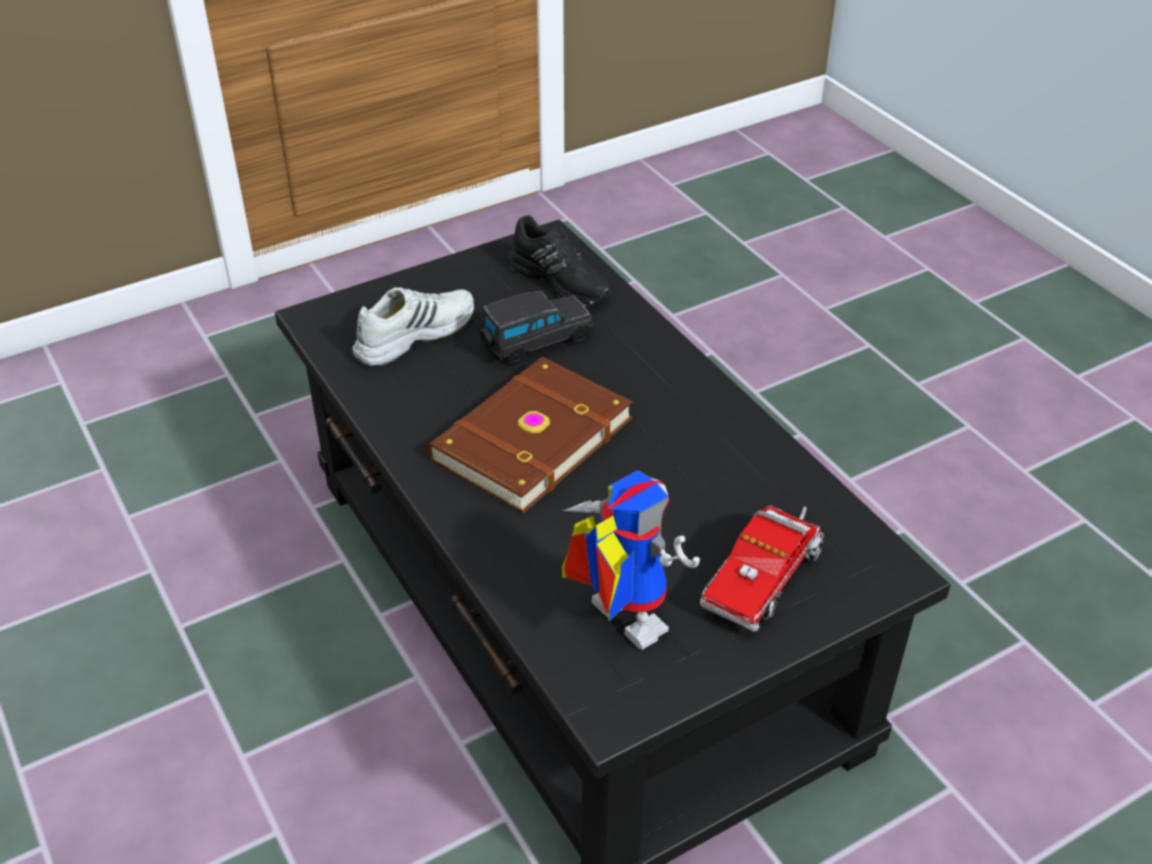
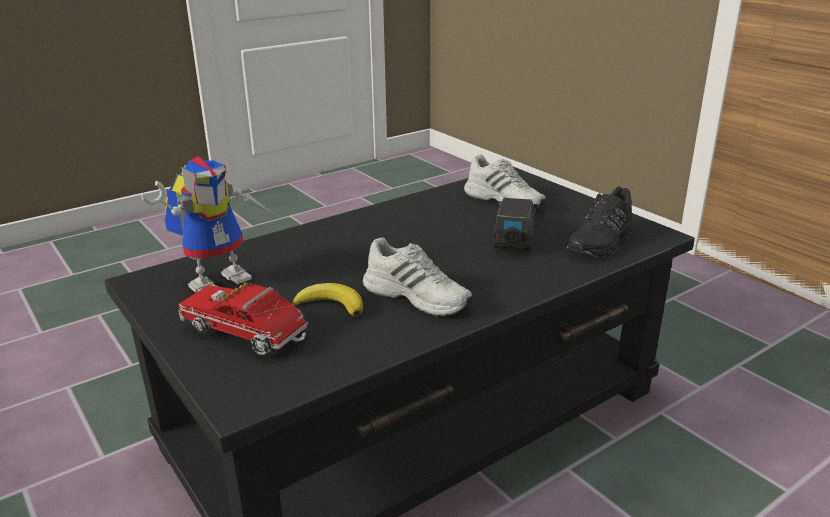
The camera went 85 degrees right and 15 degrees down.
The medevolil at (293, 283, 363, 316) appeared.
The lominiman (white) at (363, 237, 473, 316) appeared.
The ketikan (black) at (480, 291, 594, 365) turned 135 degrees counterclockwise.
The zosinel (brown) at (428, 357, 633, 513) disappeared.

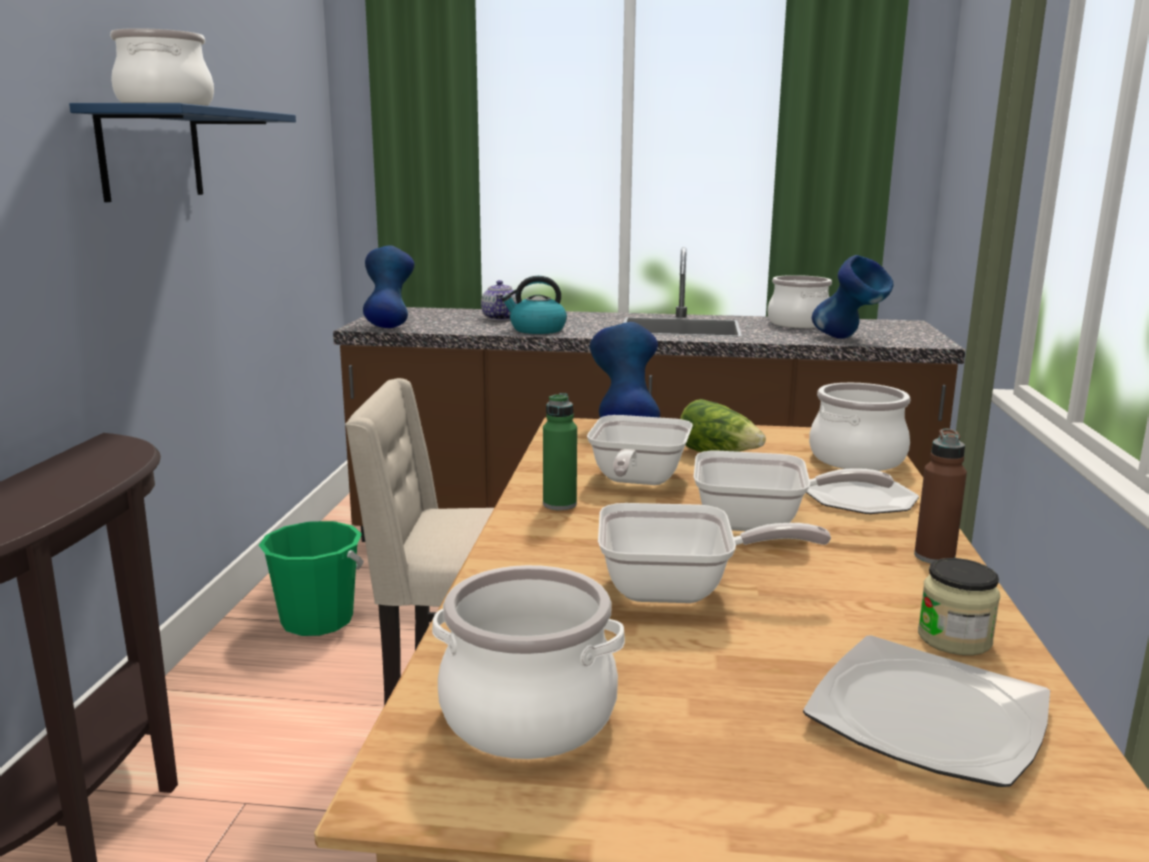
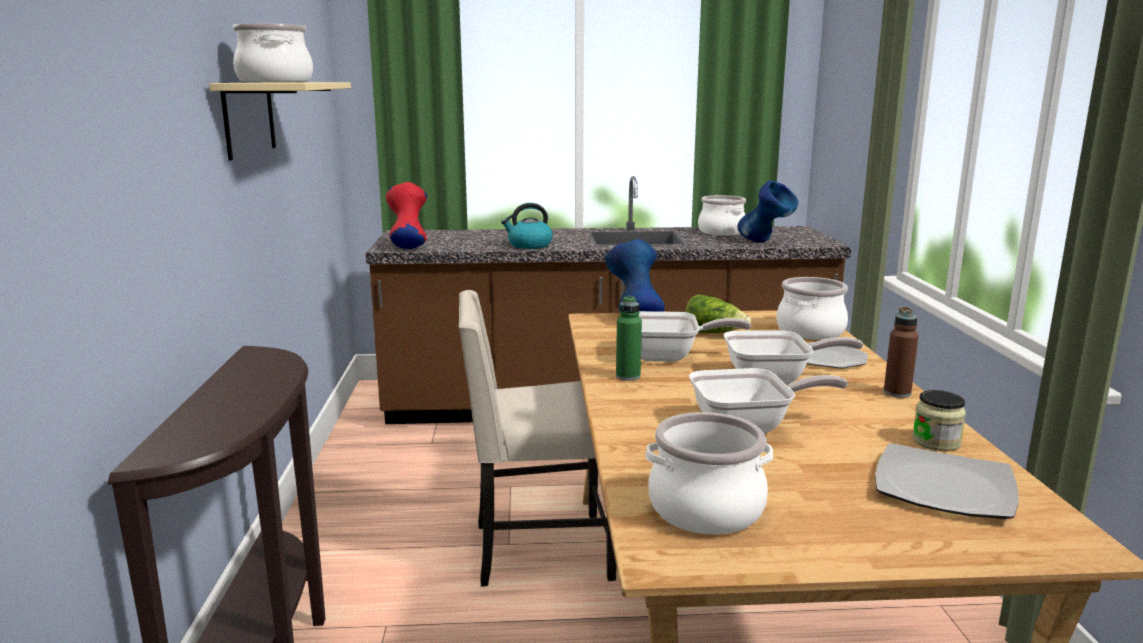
The camera went 10 degrees left and 0 degrees up.
The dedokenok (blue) at (69, 103, 296, 202) became the dedokenok (beige) at (209, 82, 351, 160).
The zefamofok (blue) at (363, 245, 414, 328) became the zefamofok (red) at (386, 182, 427, 249).
The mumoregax at (587, 415, 693, 485) turned 90 degrees counterclockwise.
The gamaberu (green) at (259, 521, 364, 636) disappeared.
The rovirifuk at (481, 280, 517, 320) disappeared.

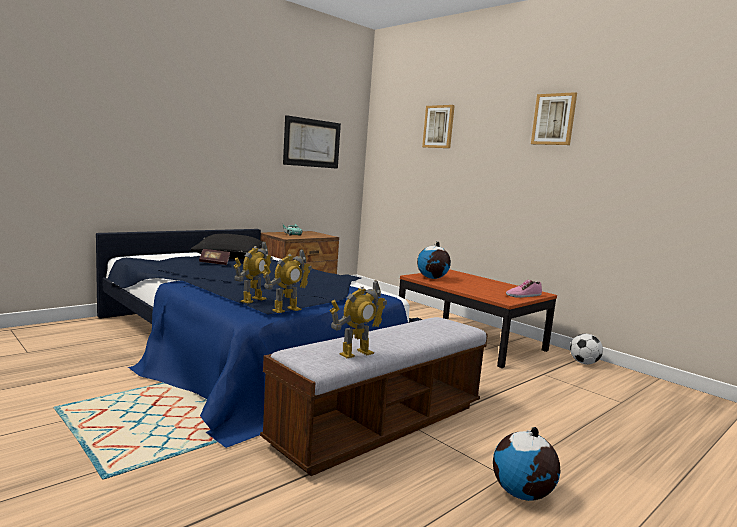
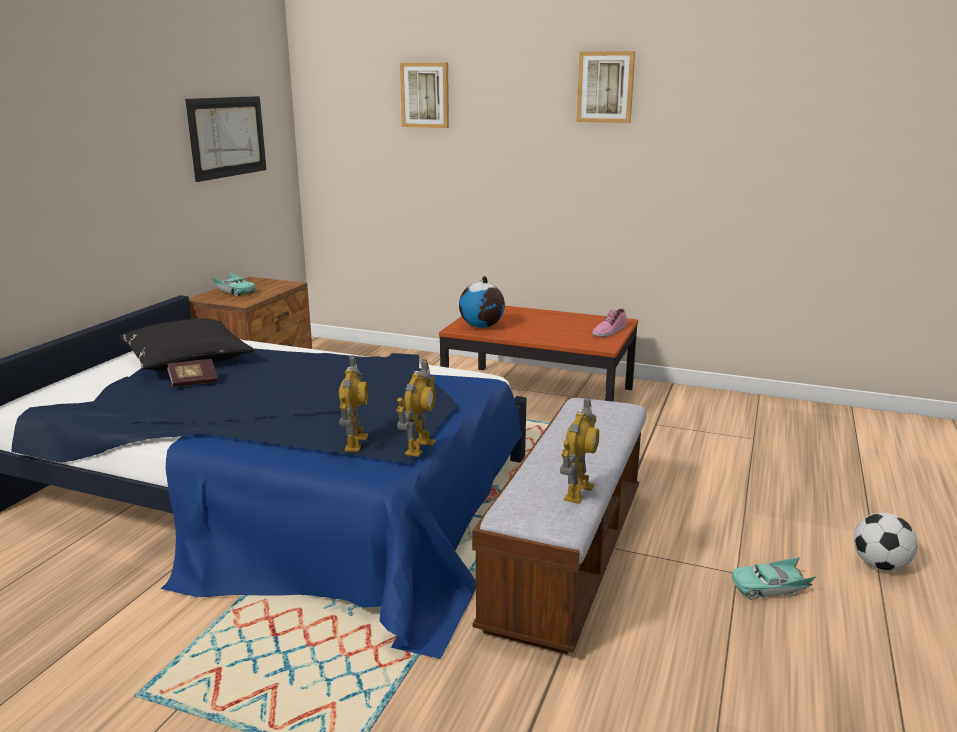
The camera went 25 degrees left and 10 degrees up.
The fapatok at (493, 427, 560, 501) was replaced by the ketikan (turquoise) at (731, 557, 817, 599).
The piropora moved from (570, 334, 603, 364) to (854, 513, 918, 571).

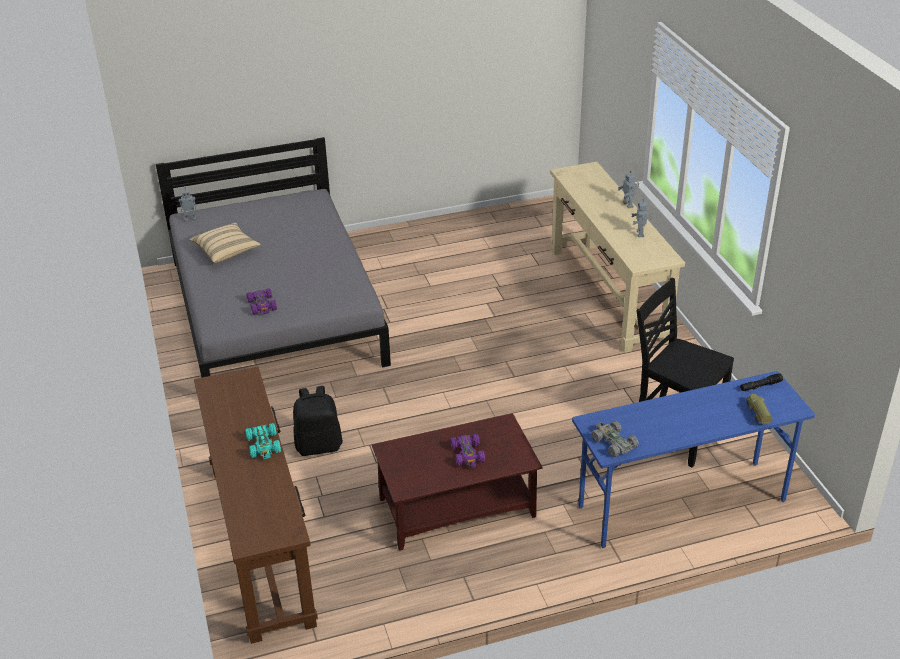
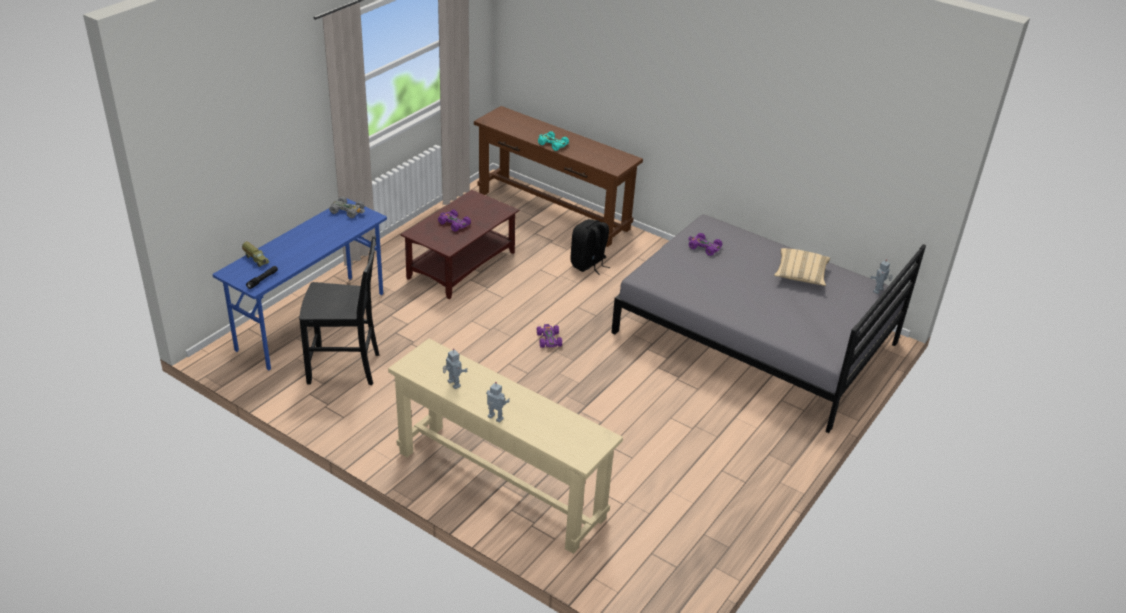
The camera went 140 degrees right and 0 degrees up.
The ketikan (purple) at (537, 324, 562, 348) appeared.

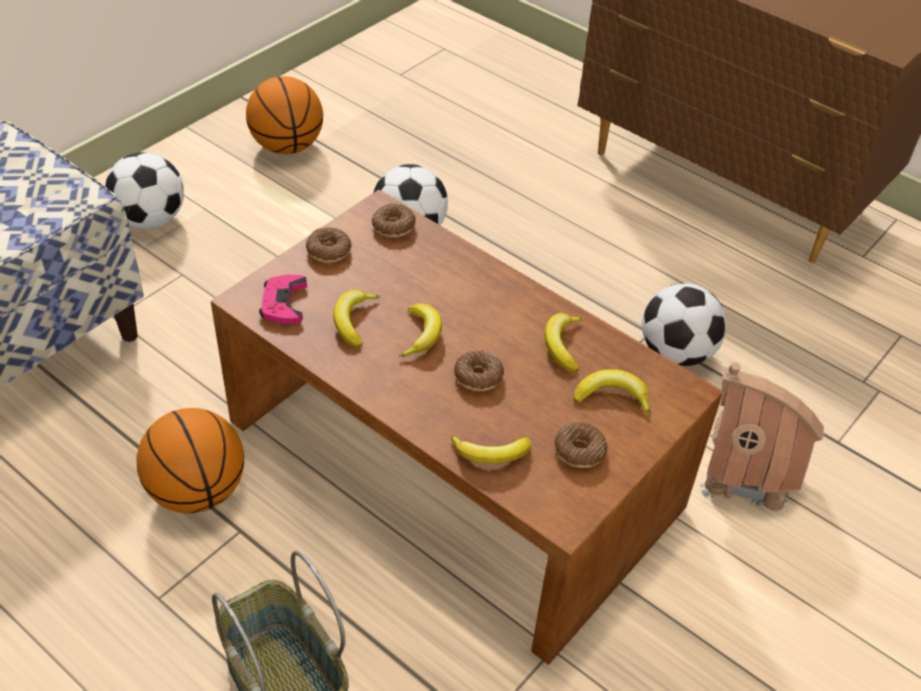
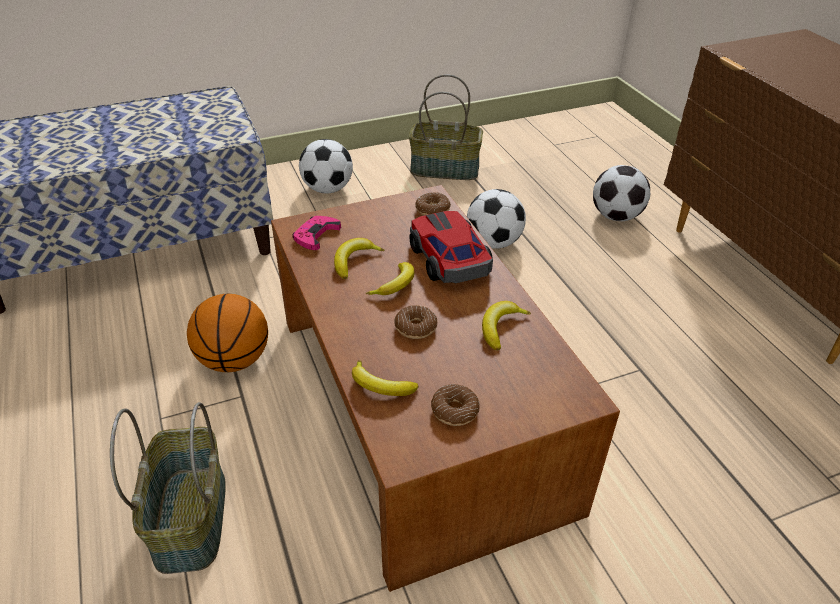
The camera went 30 degrees right and 5 degrees down.
The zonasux at (246, 76, 323, 154) was replaced by the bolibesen at (409, 74, 483, 180).
The ketikan at (410, 211, 493, 283) appeared.
The piropora moved from (642, 283, 727, 366) to (593, 165, 650, 221).
The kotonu at (306, 227, 352, 263) disappeared.
The medevolil at (574, 369, 650, 415) disappeared.
The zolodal at (700, 362, 824, 512) disappeared.

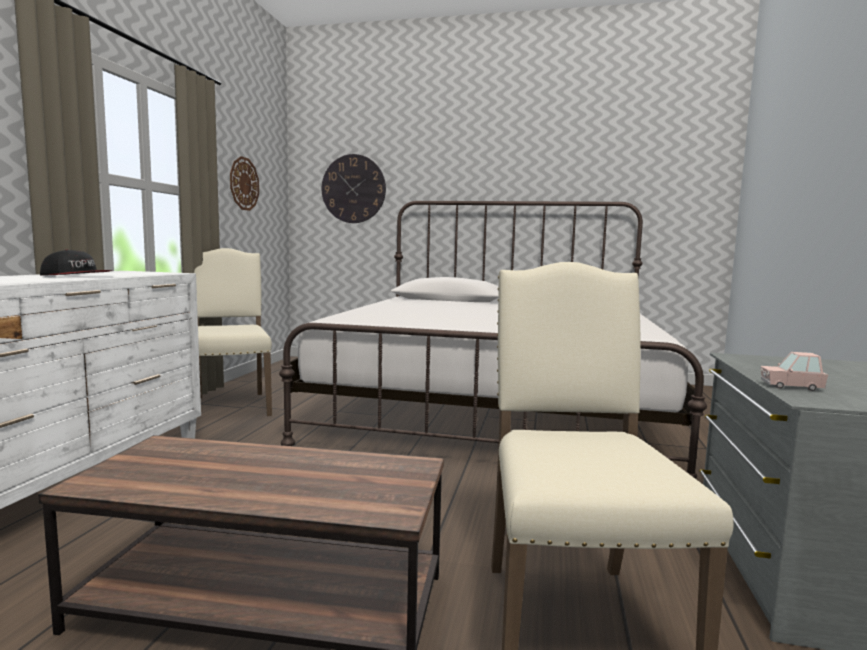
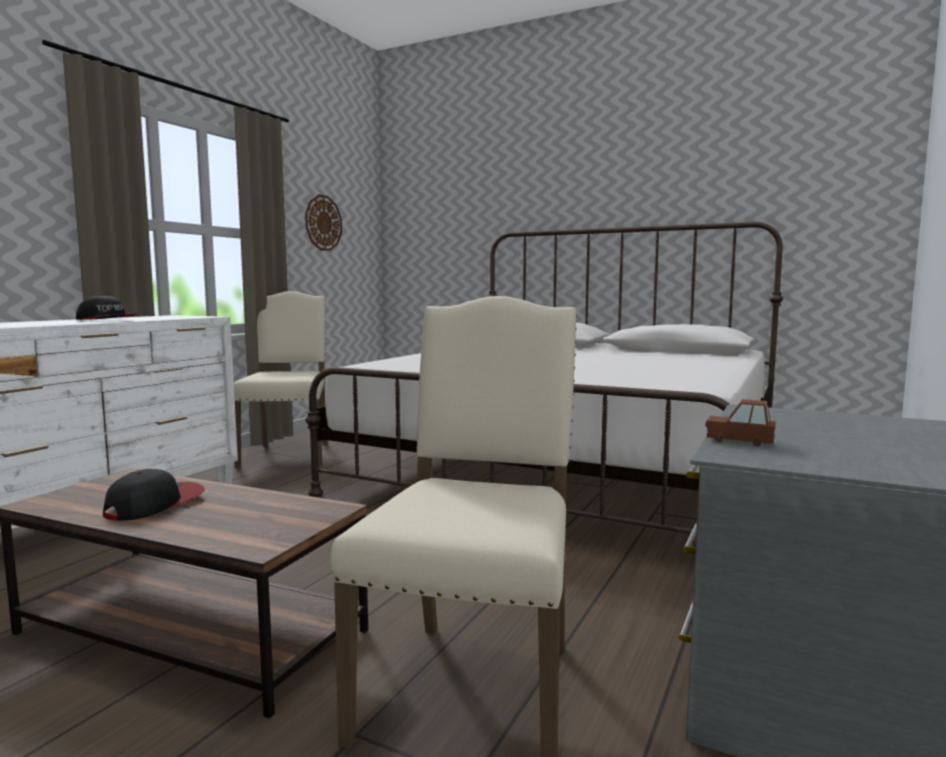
The camera went 15 degrees right and 0 degrees up.
The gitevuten at (103, 469, 205, 521) appeared.
The ketikan (pink) at (760, 352, 828, 391) became the ketikan (brown) at (705, 399, 776, 447).
The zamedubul at (322, 154, 386, 223) disappeared.

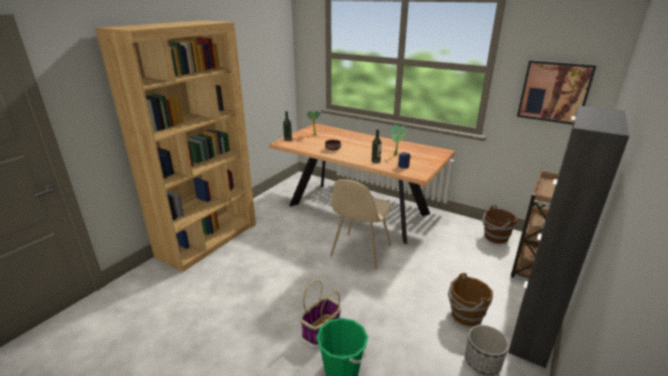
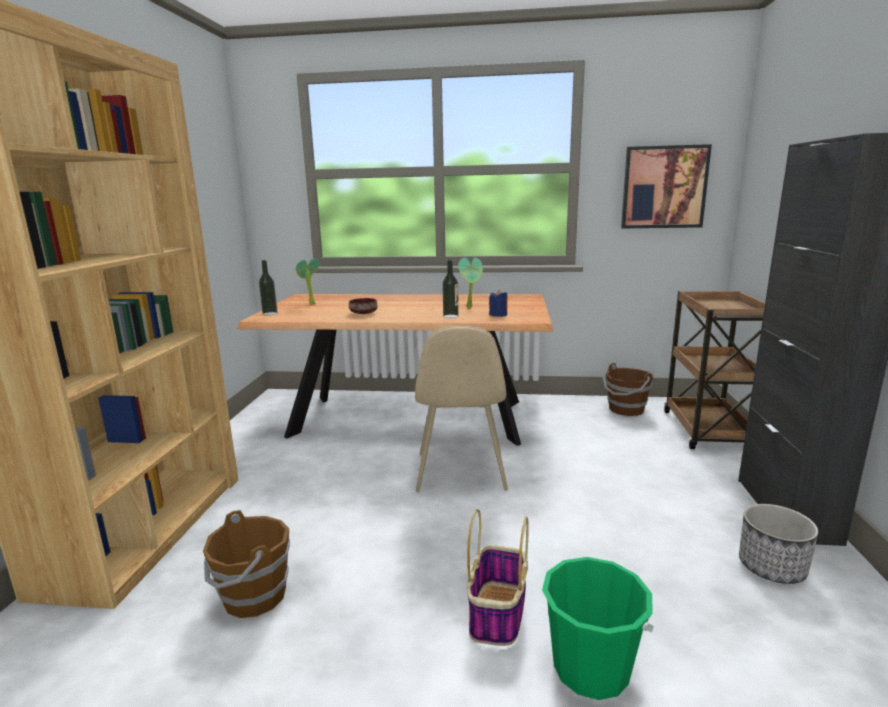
The camera went 25 degrees left and 10 degrees down.
The gamaberu (brown) moved from (448, 273, 493, 326) to (203, 510, 290, 618).

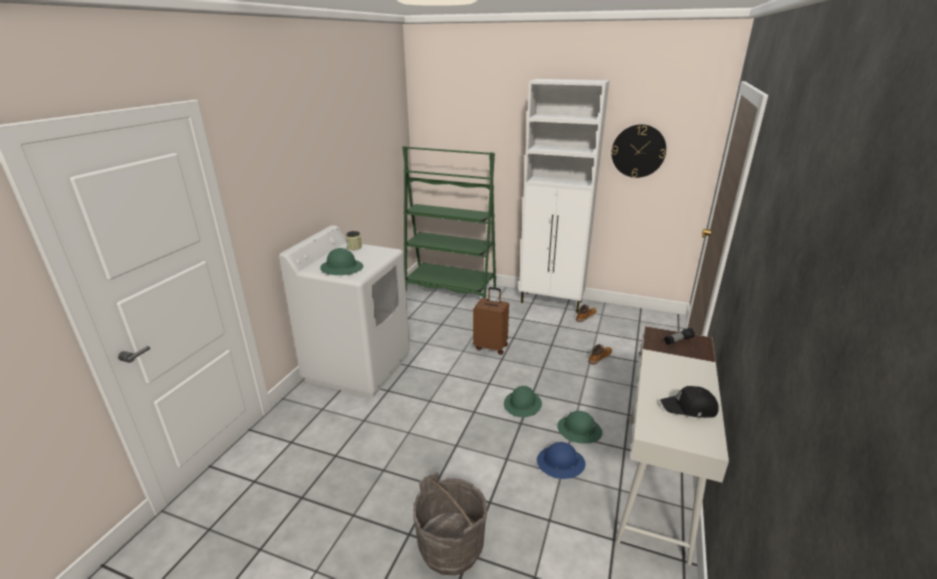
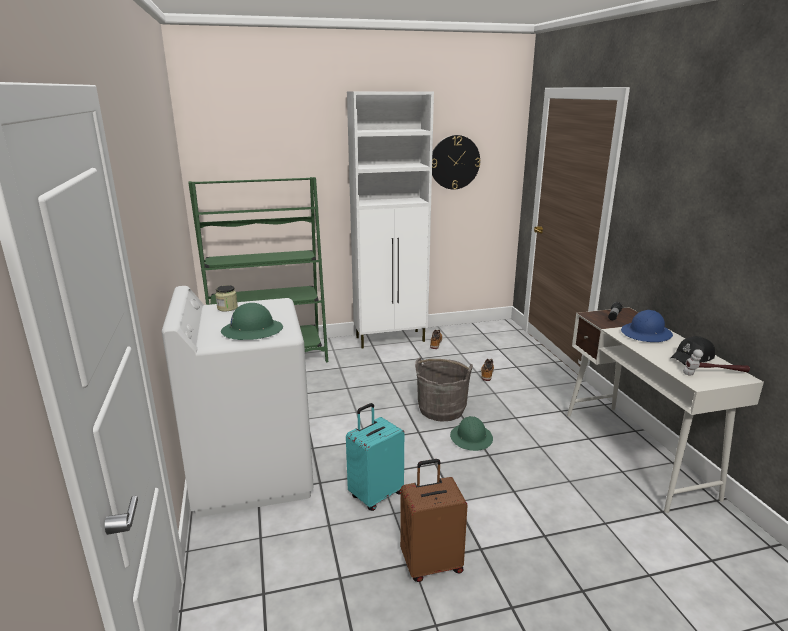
The camera went 35 degrees left and 5 degrees down.
The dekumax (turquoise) at (346, 403, 404, 511) appeared.
The dekumax (brown) moved from (473, 287, 509, 355) to (400, 459, 468, 582).
The gamaberu (grey) moved from (413, 472, 487, 575) to (415, 357, 473, 422).
The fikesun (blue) moved from (537, 442, 586, 479) to (621, 310, 673, 342).
The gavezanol at (683, 349, 750, 376) appeared.
The fikesun (green) at (557, 411, 603, 444) disappeared.

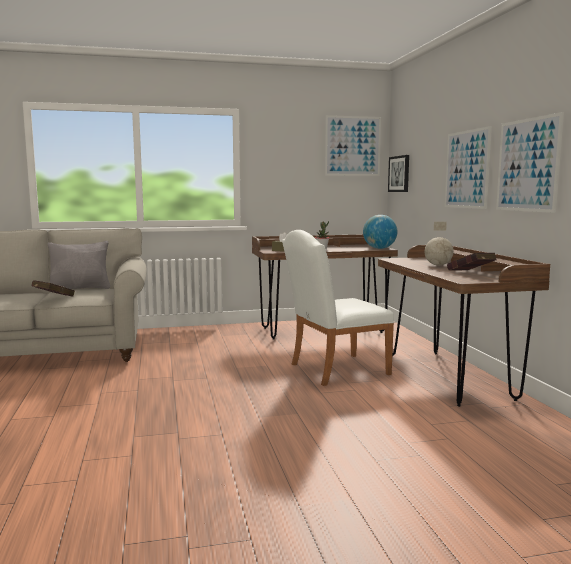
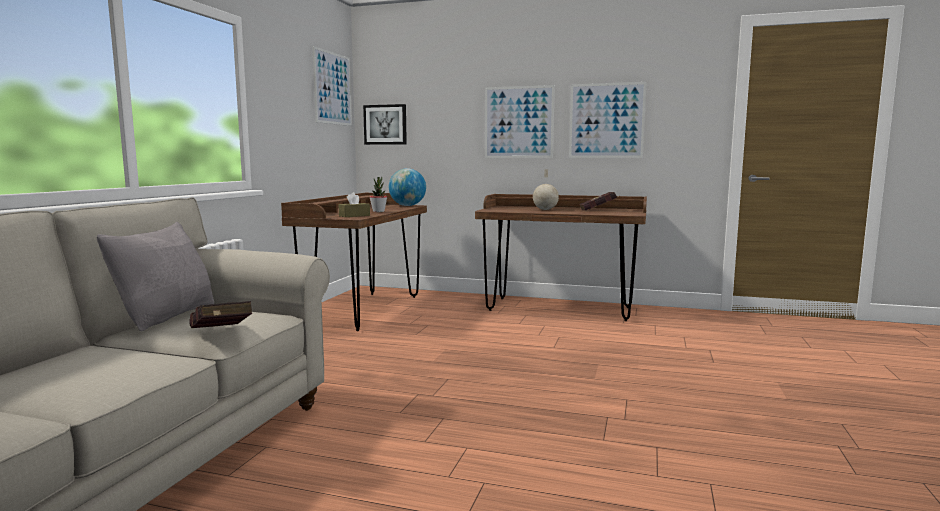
The camera went 60 degrees left and 0 degrees up.
The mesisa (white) at (282, 230, 394, 386) disappeared.

